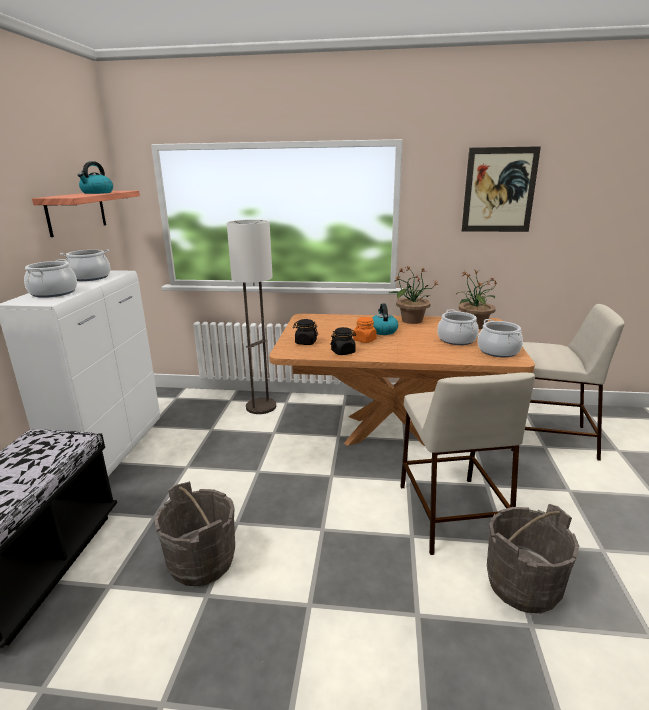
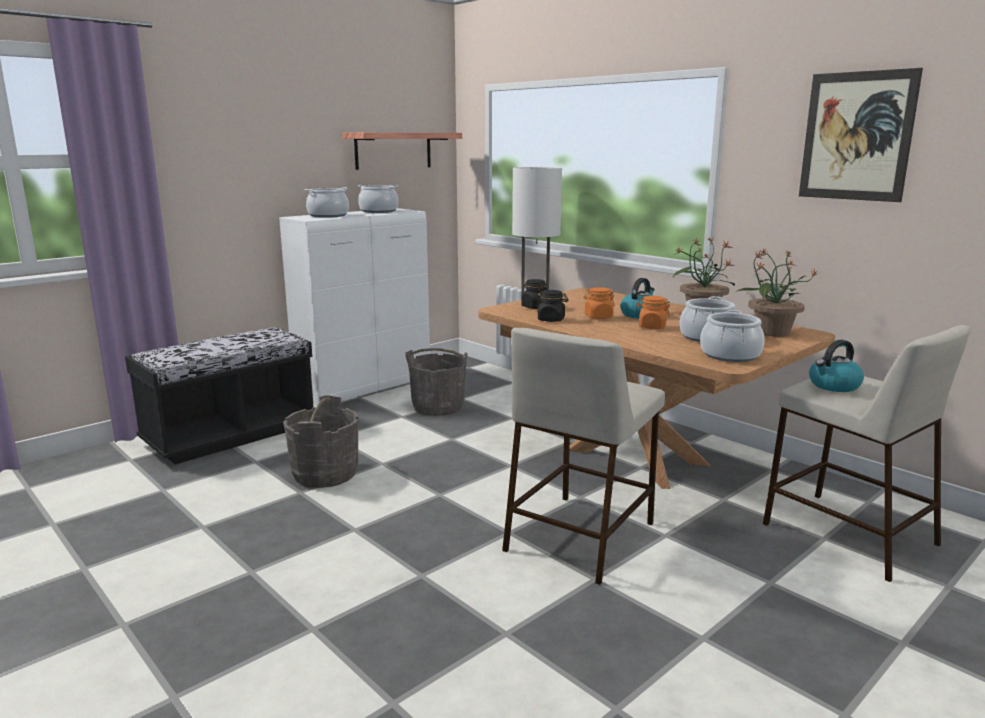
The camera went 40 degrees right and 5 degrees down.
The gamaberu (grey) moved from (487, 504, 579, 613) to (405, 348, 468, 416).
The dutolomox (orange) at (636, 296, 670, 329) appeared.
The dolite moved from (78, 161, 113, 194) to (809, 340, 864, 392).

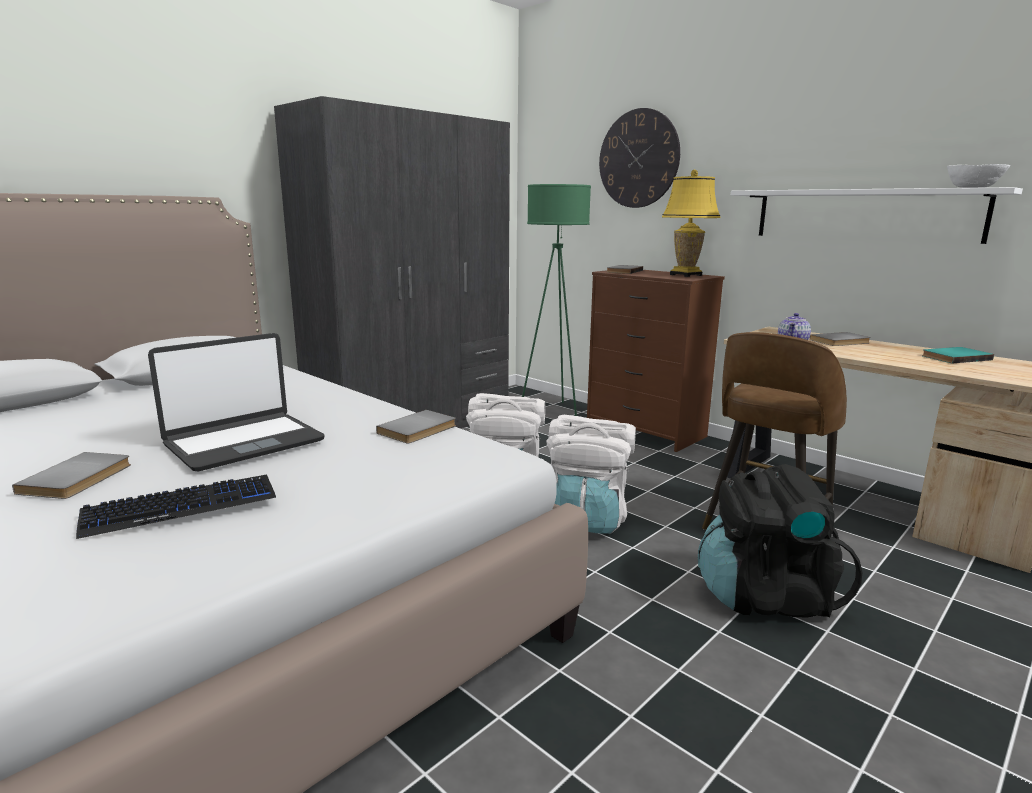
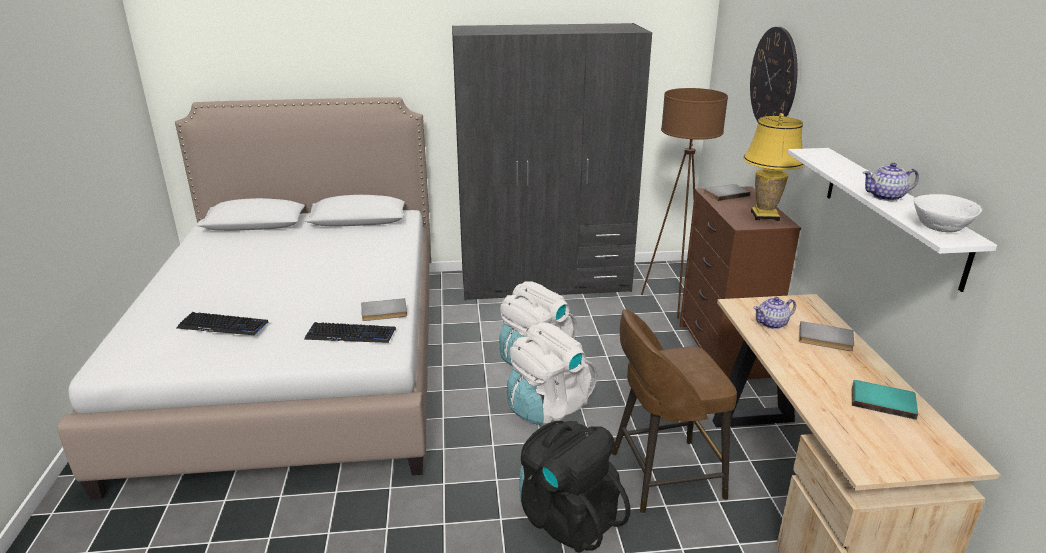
The camera went 40 degrees right and 10 degrees up.
The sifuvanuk at (304, 322, 396, 343) appeared.
The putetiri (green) at (522, 184, 591, 416) became the putetiri (brown) at (641, 88, 728, 319).
The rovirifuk at (863, 163, 919, 201) appeared.
The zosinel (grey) at (12, 452, 131, 499) disappeared.
The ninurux at (148, 333, 325, 471) disappeared.

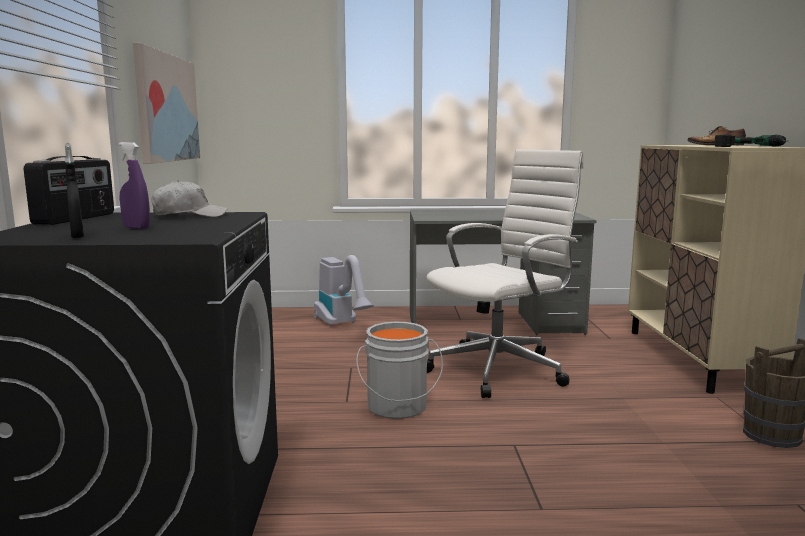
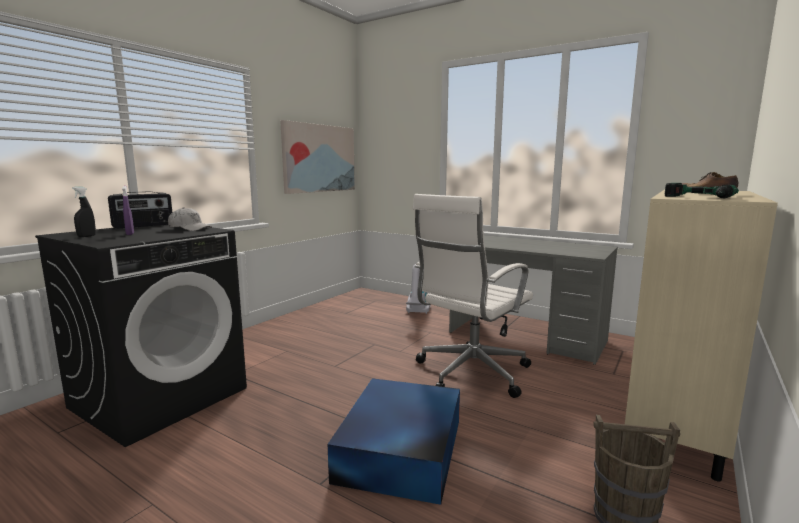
The camera went 35 degrees right and 0 degrees up.
The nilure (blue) at (328, 378, 460, 505) appeared.
The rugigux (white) at (426, 150, 584, 398) turned 135 degrees clockwise.
The gamaberu (grey) at (356, 322, 443, 419) disappeared.

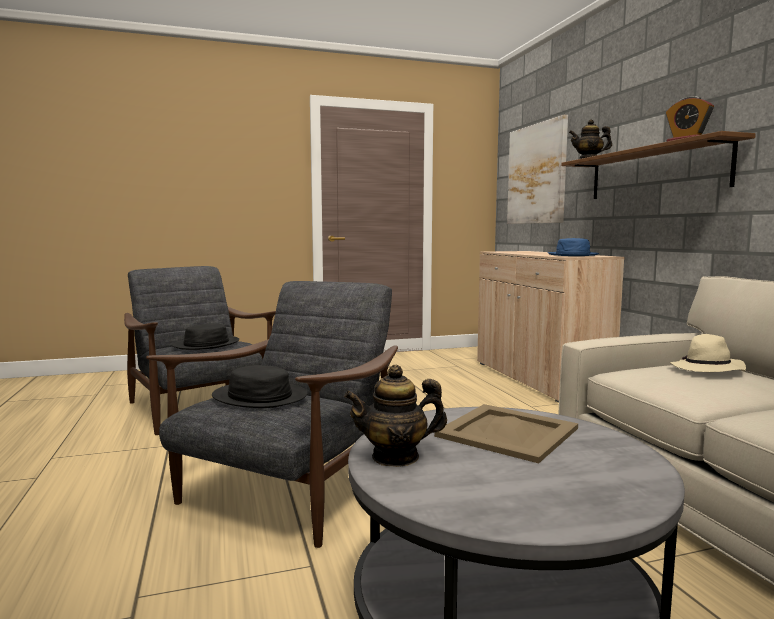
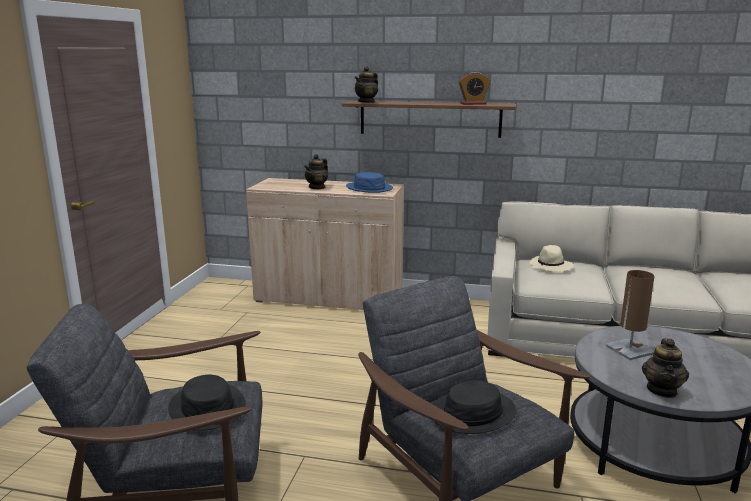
The camera went 60 degrees left and 10 degrees up.
The rovirifuk at (304, 154, 328, 189) appeared.
The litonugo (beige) at (434, 404, 578, 463) was replaced by the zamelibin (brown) at (606, 270, 655, 360).
The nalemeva at (507, 115, 568, 224) disappeared.

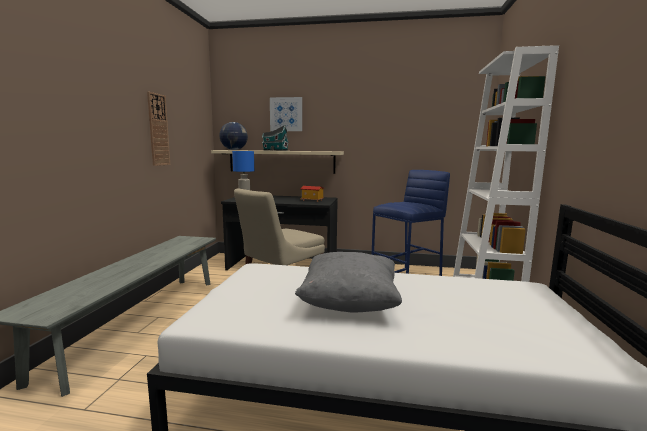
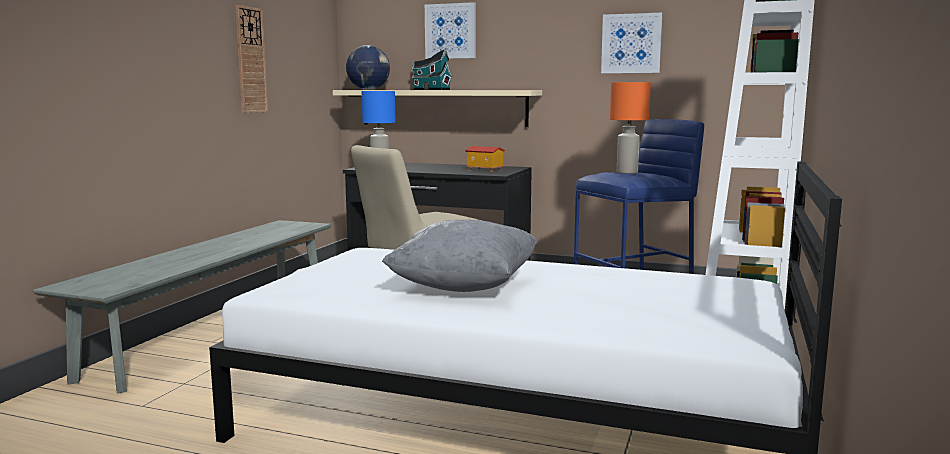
The camera went 10 degrees right and 0 degrees up.
The nalemeva at (601, 13, 662, 73) appeared.
The zamelibin (orange) at (610, 82, 651, 174) appeared.

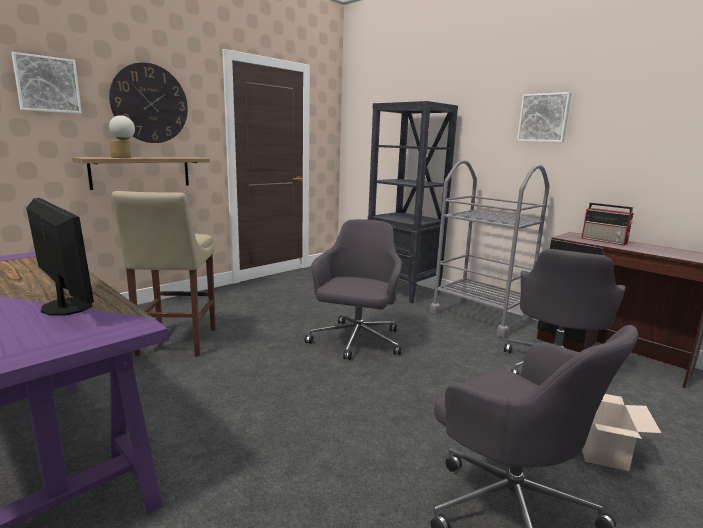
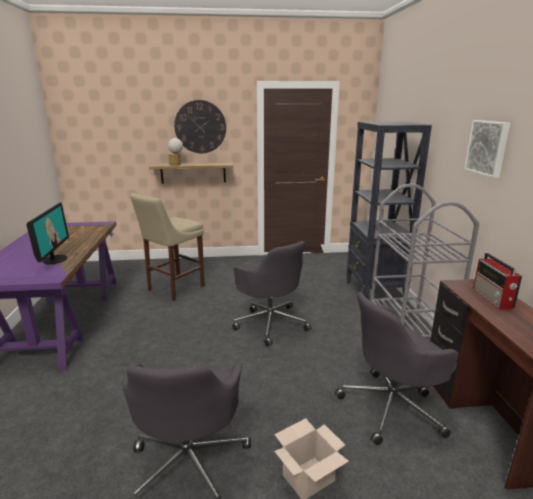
The camera went 40 degrees right and 5 degrees up.
The rugigux (grey) at (305, 219, 402, 360) turned 90 degrees clockwise.
The nalemeva at (11, 52, 82, 114) disappeared.

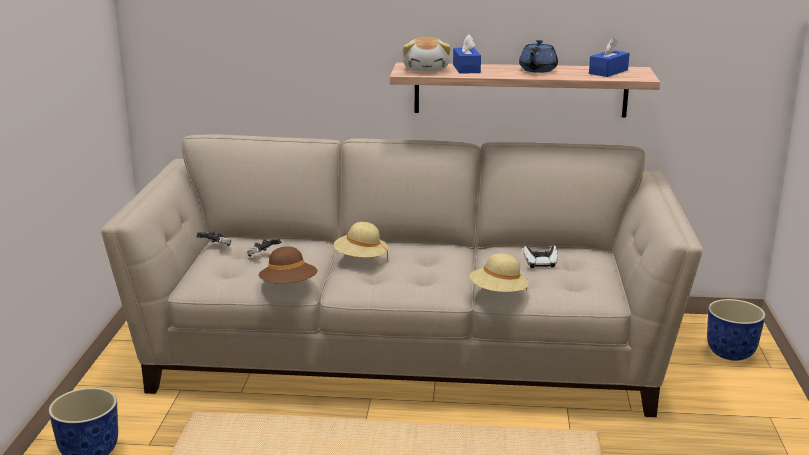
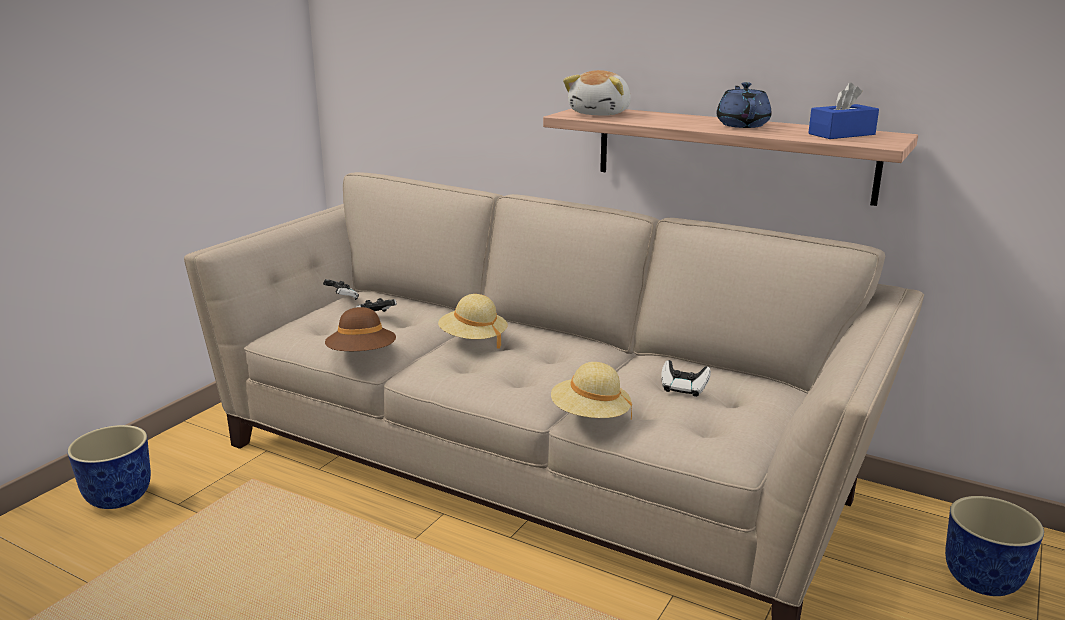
The camera went 25 degrees right and 0 degrees up.
The rovirifuk (blue) at (519, 40, 558, 73) turned 135 degrees clockwise.
The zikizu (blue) at (453, 35, 481, 74) disappeared.

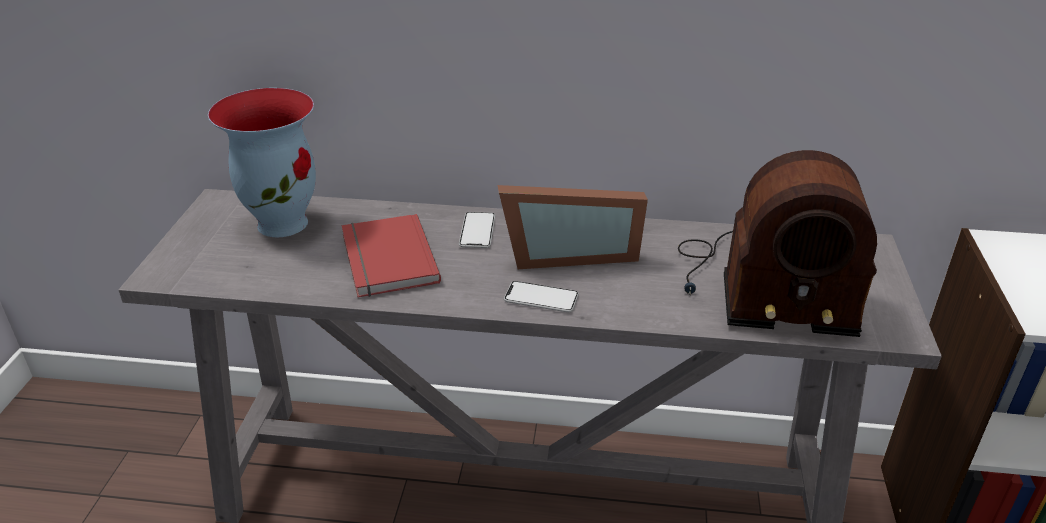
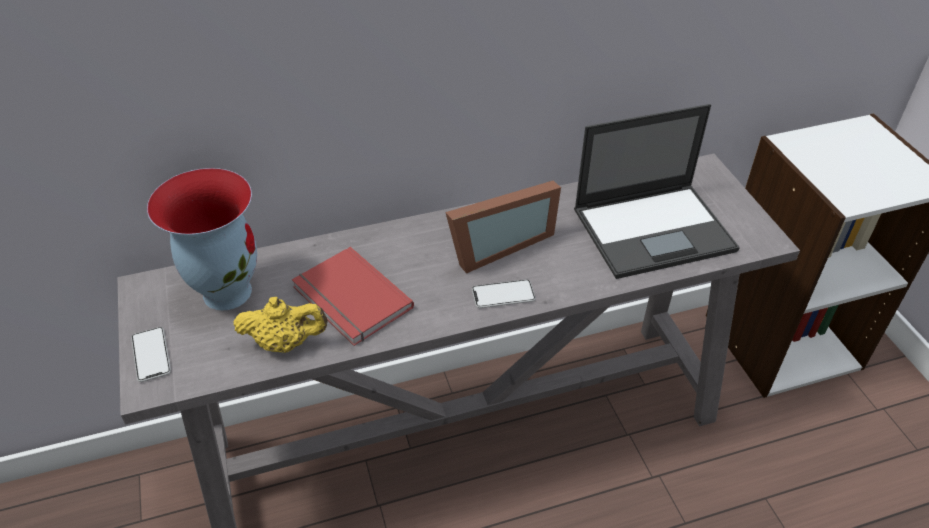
The camera went 25 degrees left and 10 degrees up.
The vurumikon moved from (459, 212, 495, 248) to (131, 327, 171, 382).
The rovirifuk (yellow) at (233, 297, 328, 353) appeared.
The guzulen at (678, 150, 877, 337) was replaced by the ninurux at (574, 104, 740, 279).

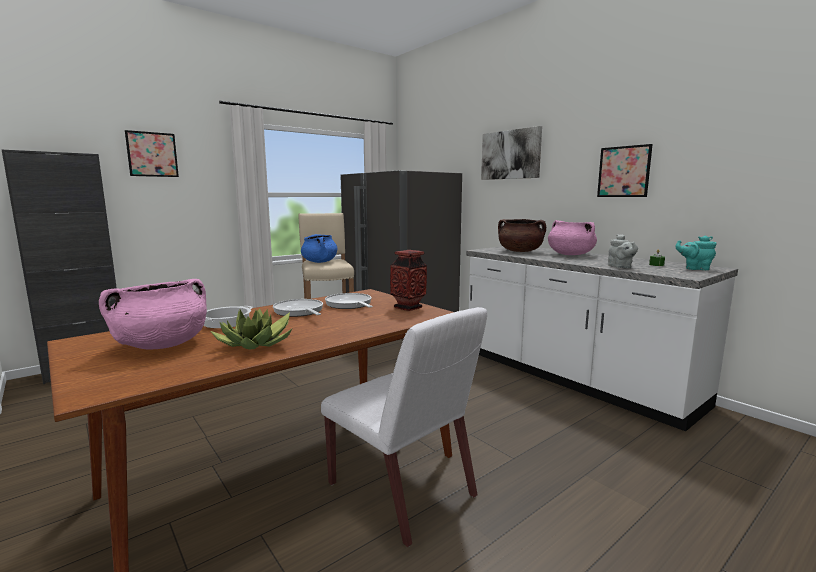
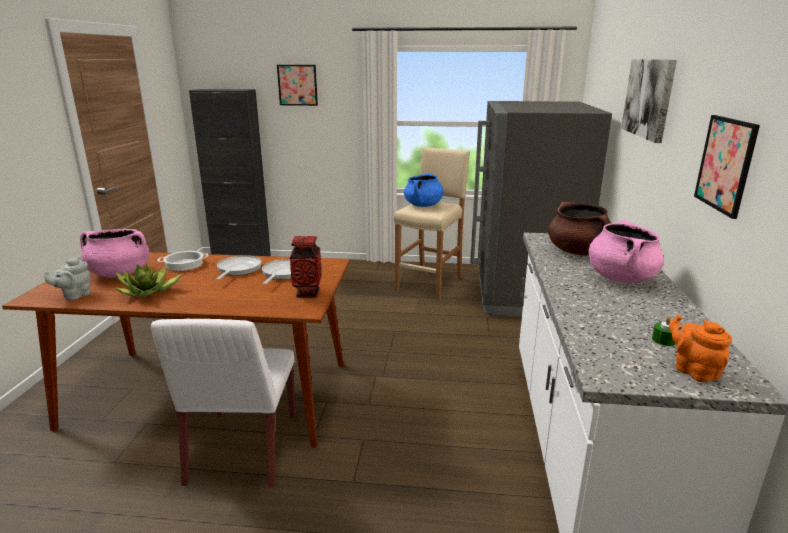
The camera went 45 degrees right and 10 degrees up.
The rovirifuk (grey) moved from (608, 234, 638, 268) to (44, 257, 91, 300).
The rovirifuk (turquoise) at (676, 236, 717, 270) became the rovirifuk (orange) at (669, 315, 732, 382).

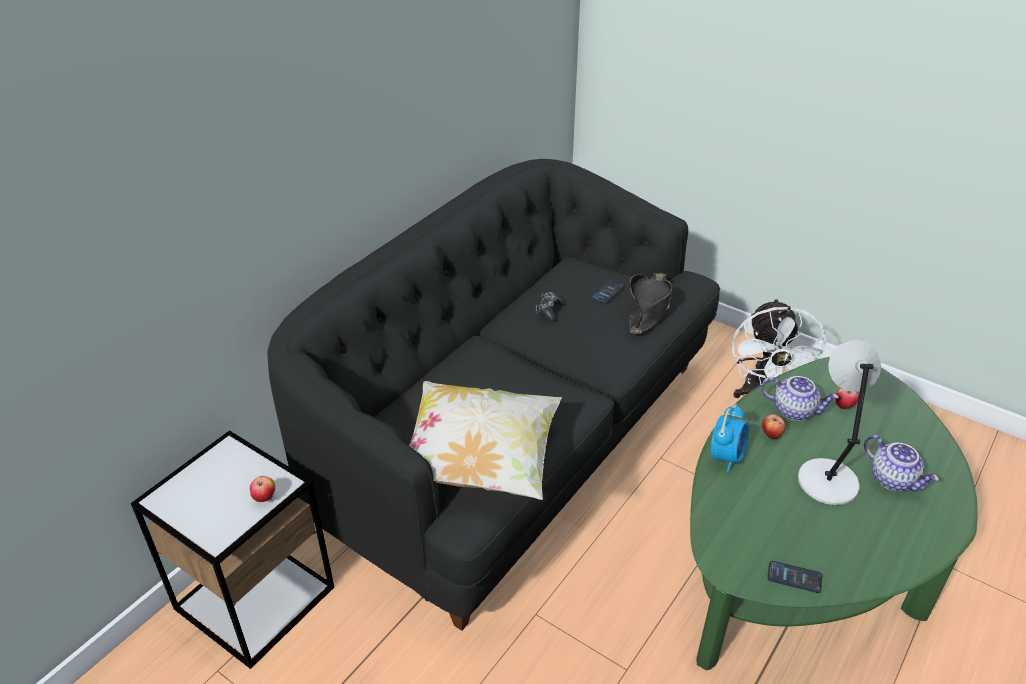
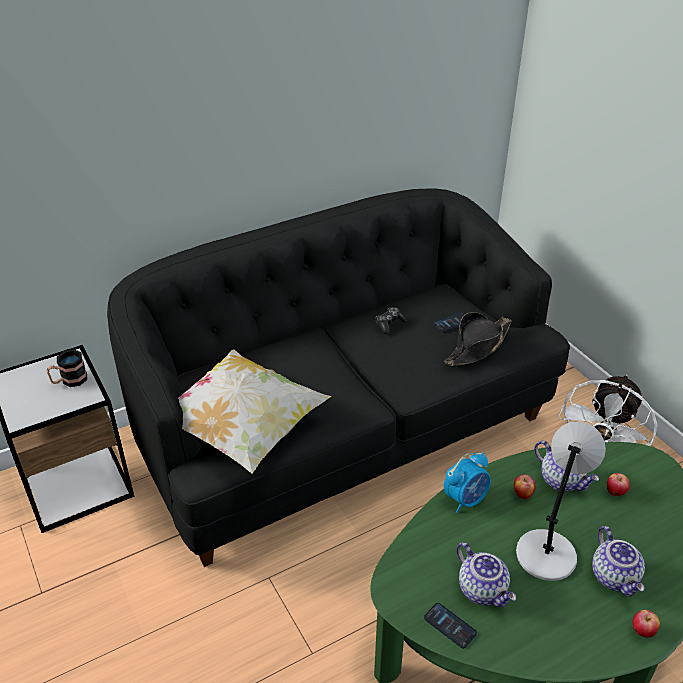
The camera went 25 degrees right and 0 degrees up.
The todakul at (47, 349, 87, 387) appeared.
The rovirifuk at (457, 542, 516, 607) appeared.
The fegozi moved from (250, 476, 275, 502) to (633, 610, 660, 638).

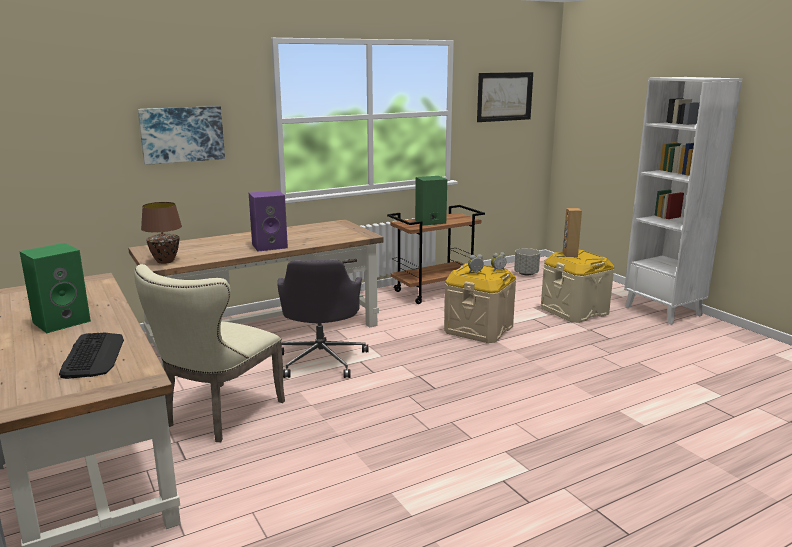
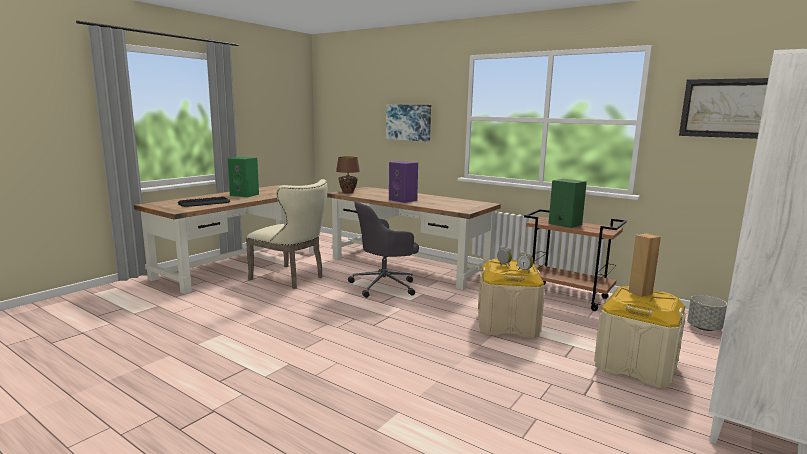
The camera went 65 degrees right and 5 degrees down.
The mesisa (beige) at (134, 264, 285, 442) turned 150 degrees counterclockwise.

